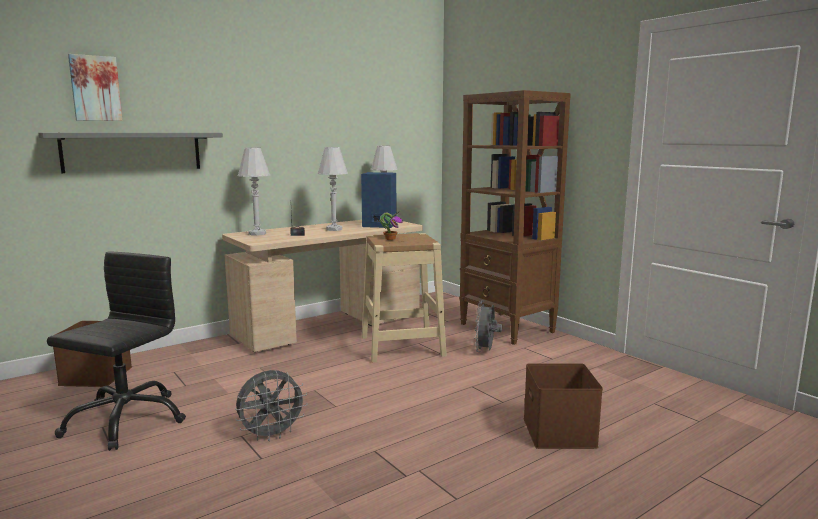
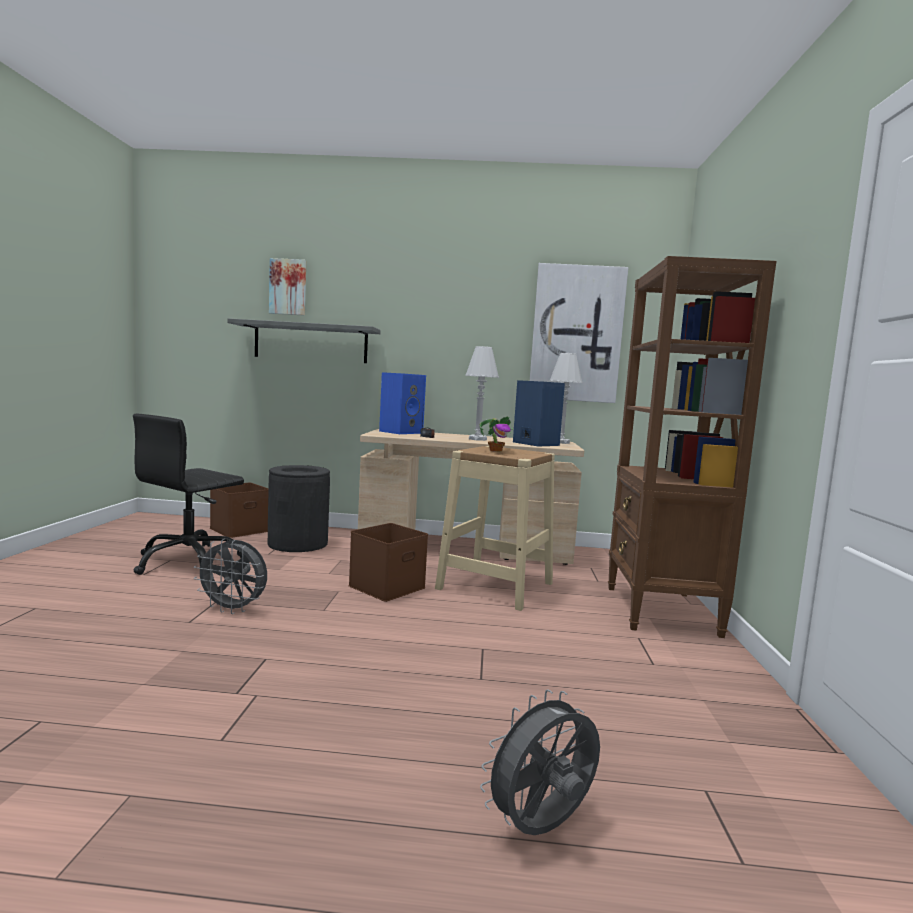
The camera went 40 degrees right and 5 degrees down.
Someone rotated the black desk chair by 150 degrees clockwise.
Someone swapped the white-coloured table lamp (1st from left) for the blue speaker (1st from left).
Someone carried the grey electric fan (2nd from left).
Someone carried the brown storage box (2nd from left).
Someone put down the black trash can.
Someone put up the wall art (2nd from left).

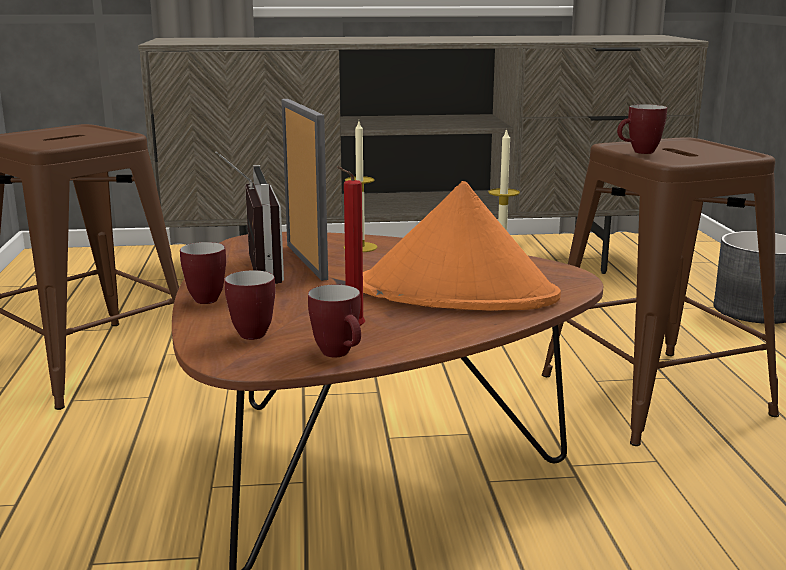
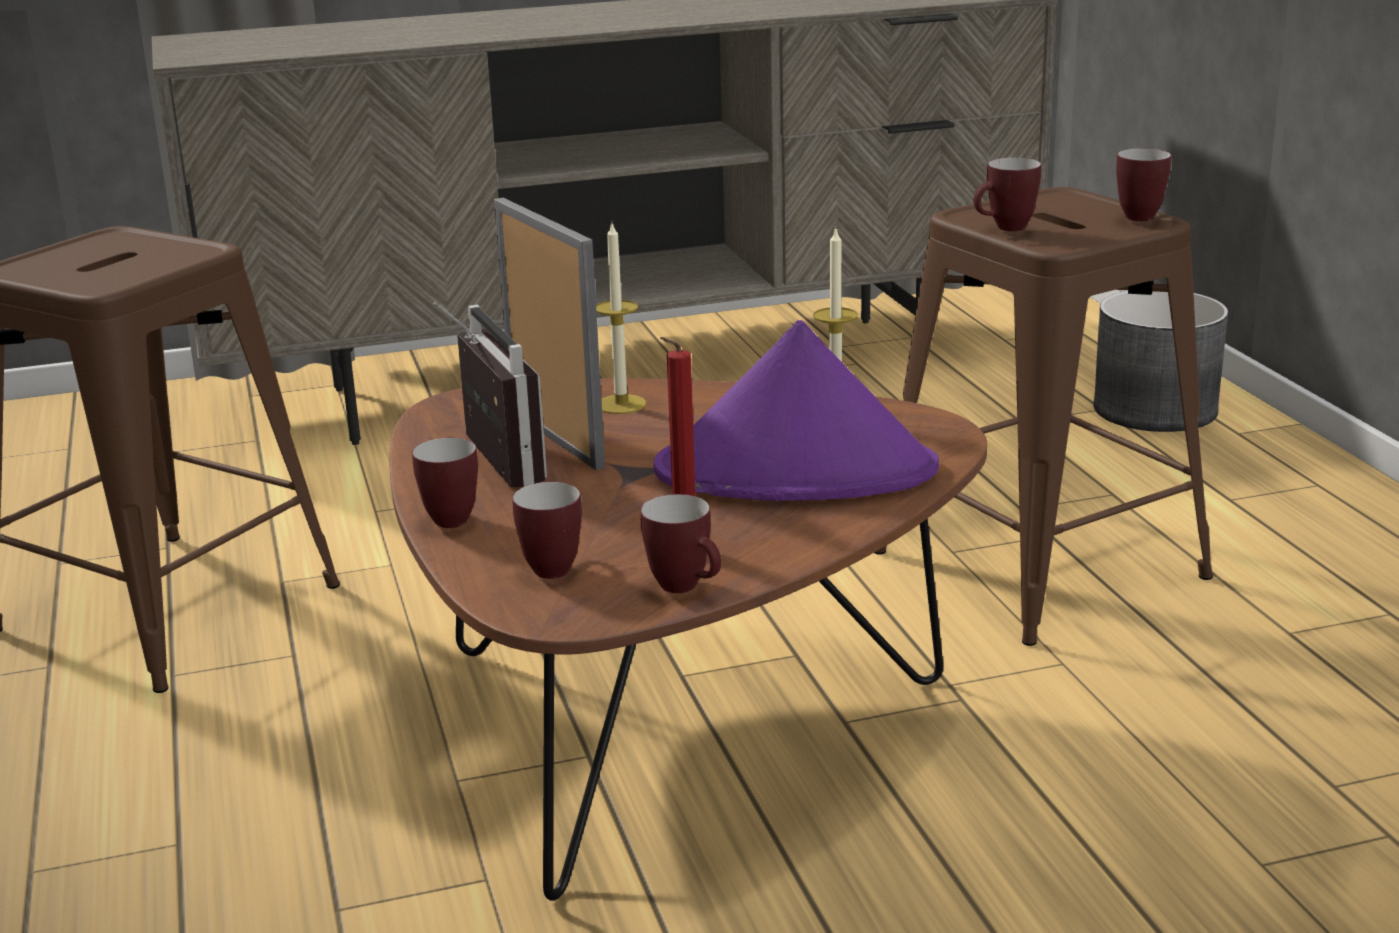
The camera went 10 degrees left and 5 degrees up.
Someone repainted the orange-coloured wearable hat, which became the purple wearable hat.
Someone put down the coffee mug (5th from left).

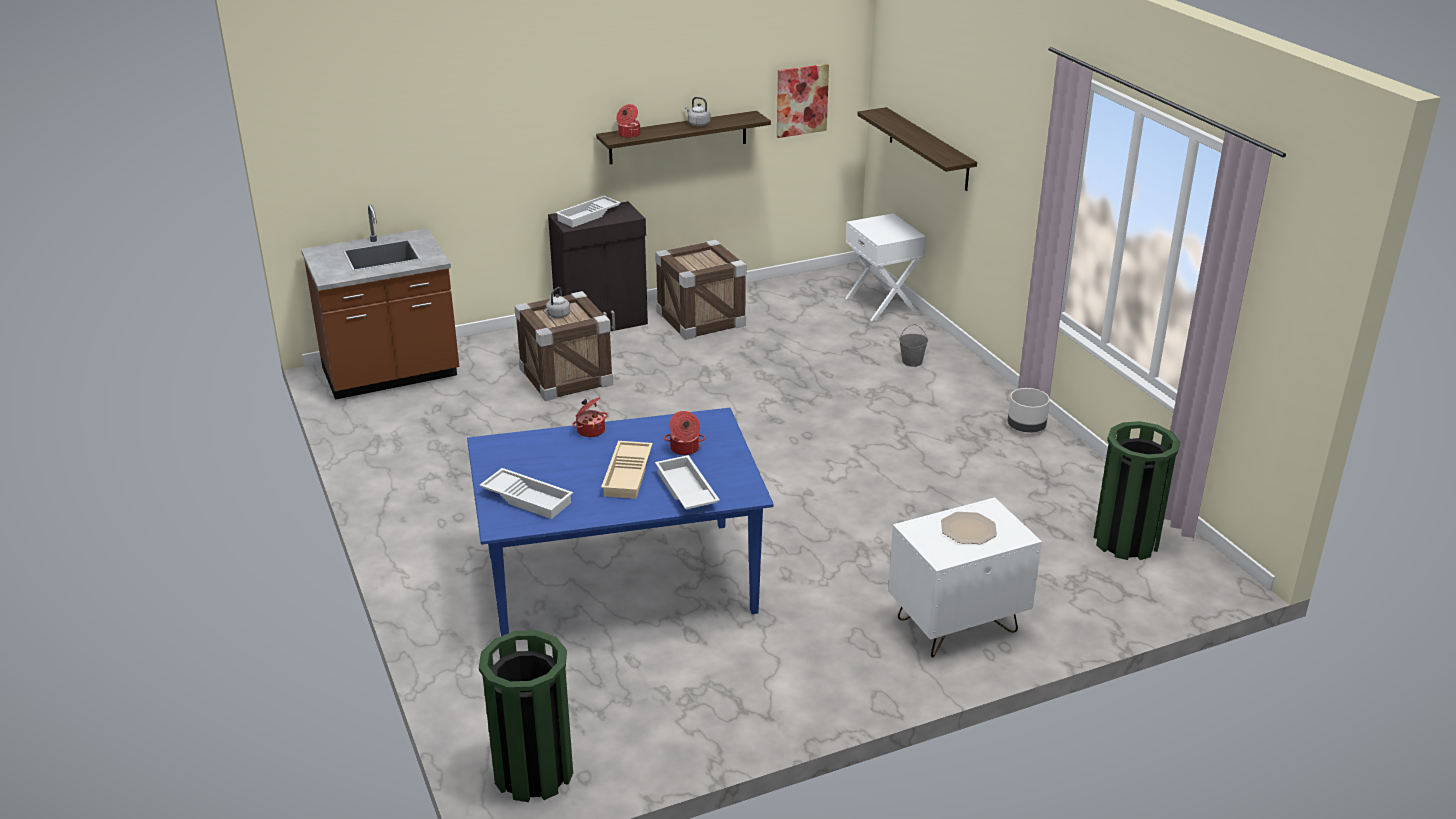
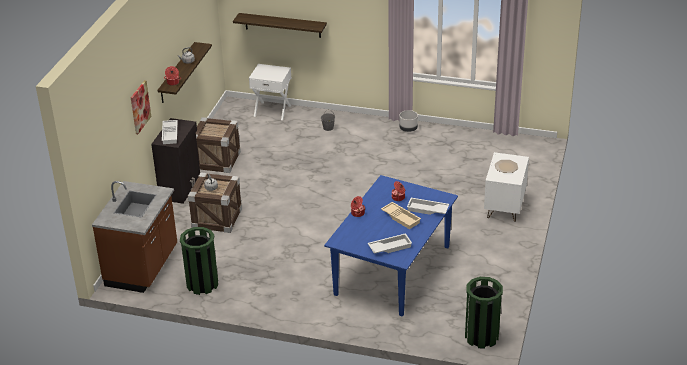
The camera went 50 degrees left and 5 degrees up.
Someone carried the wall art.
Someone carried the green-coloured trash can (2nd from left in the first image).

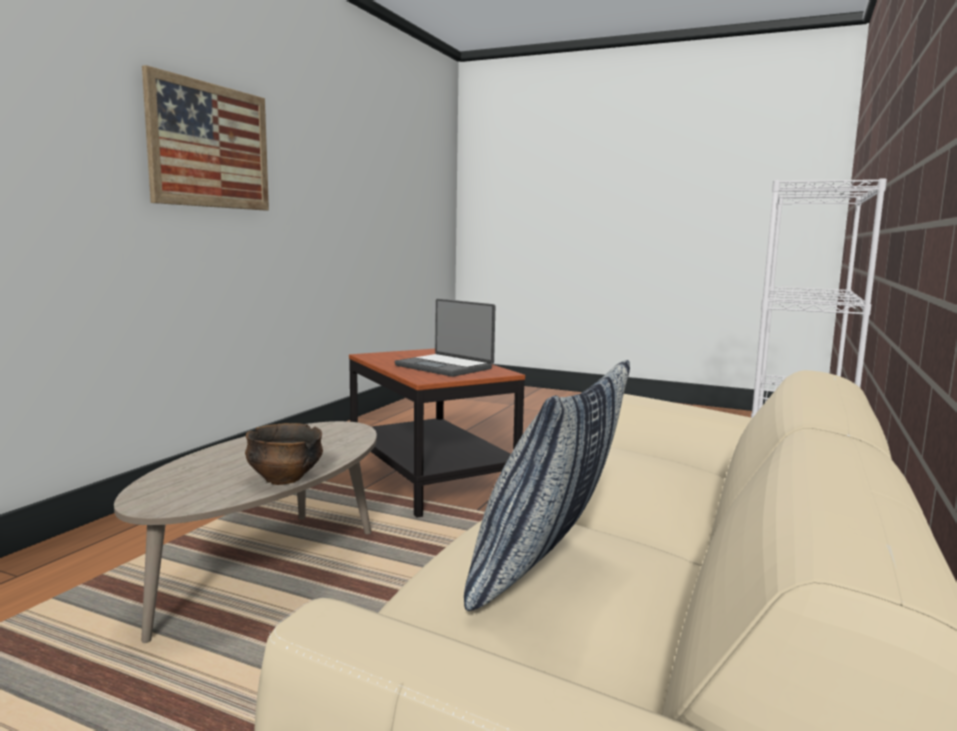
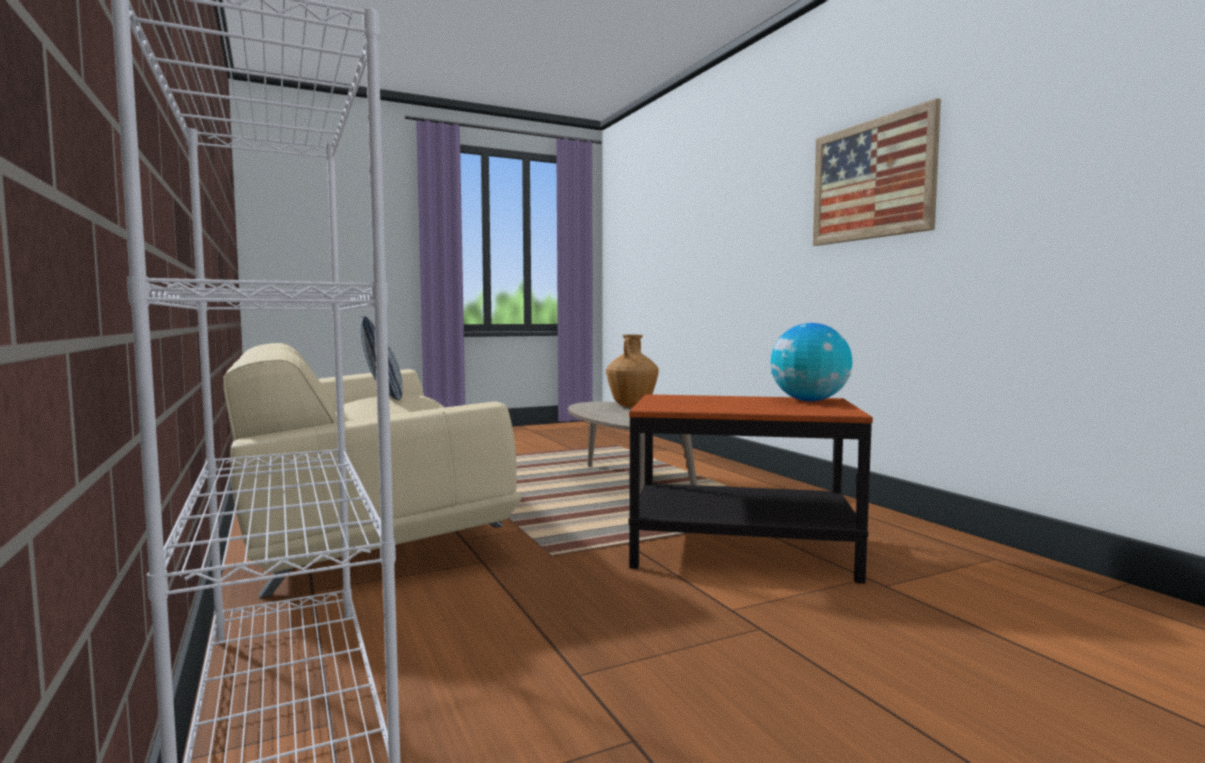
The camera went 130 degrees right and 5 degrees down.
Someone took away the deep dish.
Someone took away the notebook computer.
Someone put down the brown flower vase.
Someone put down the globe.

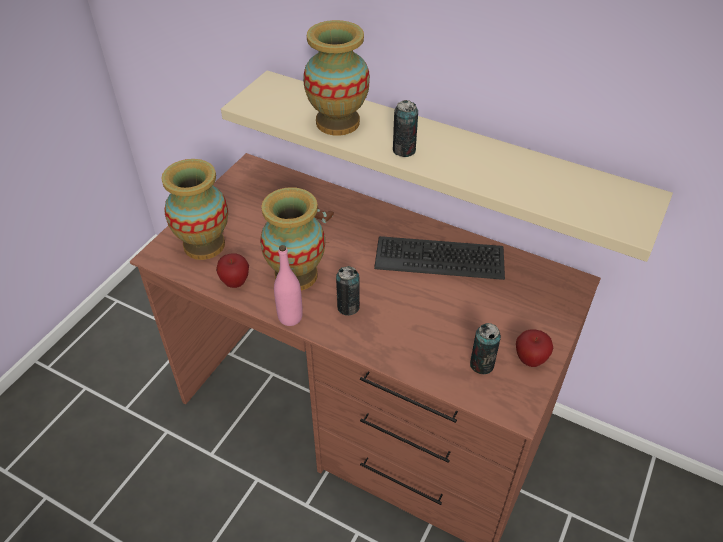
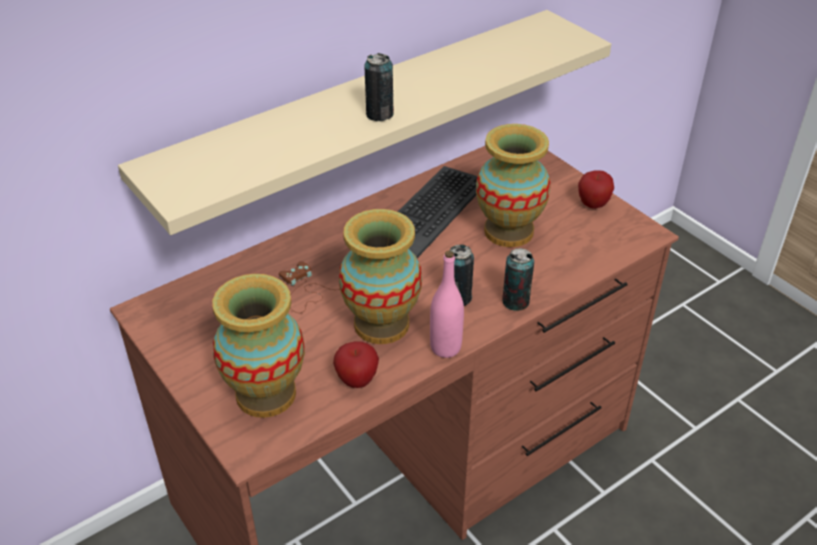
The camera went 65 degrees left and 5 degrees down.
Someone carried the flower vase (3rd from left).
Someone carried the sealed can (3rd from left).

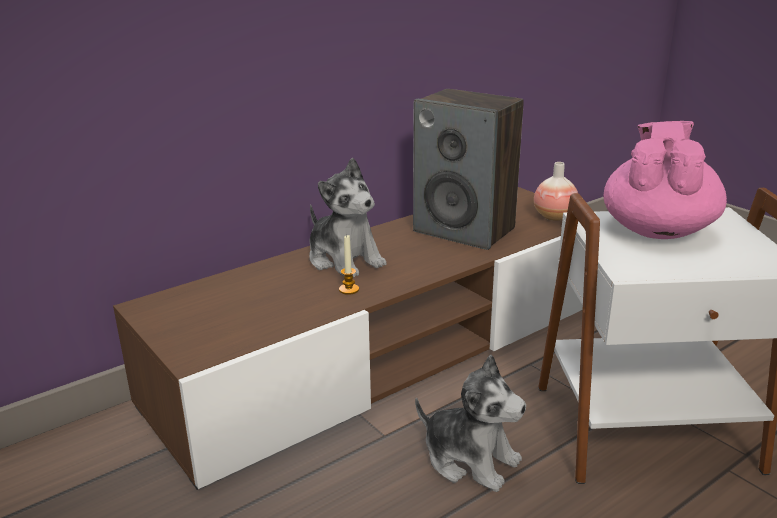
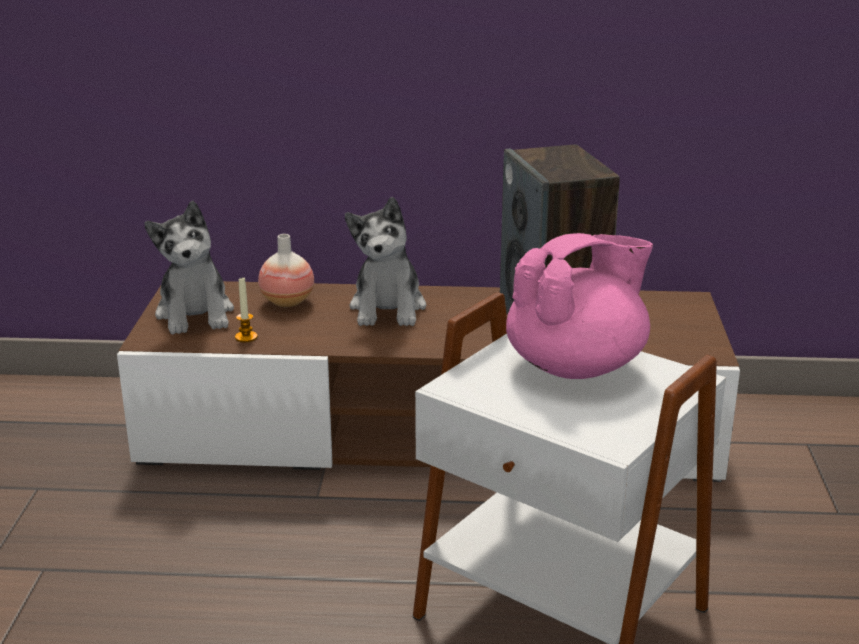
The camera went 40 degrees right and 0 degrees up.
Someone carried the wax candle.
Someone carried the plush toy (2nd from left in the first image).
Someone carried the flower vase.

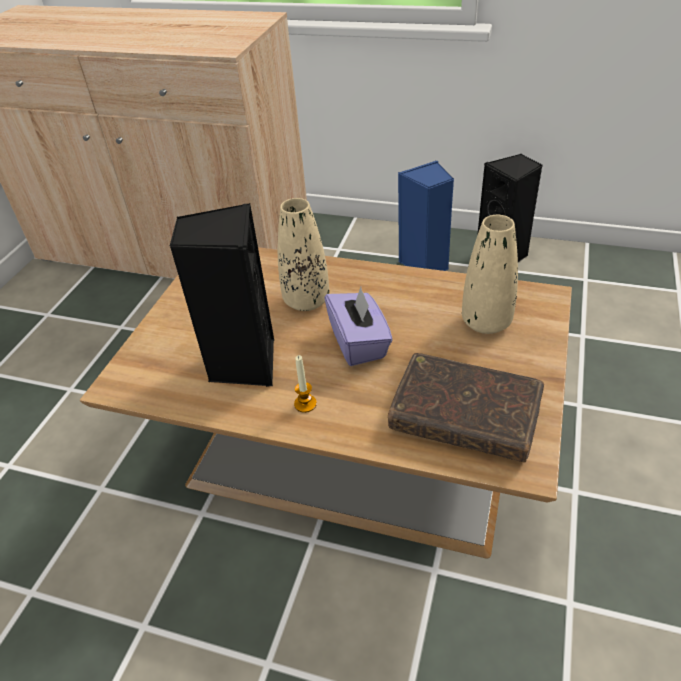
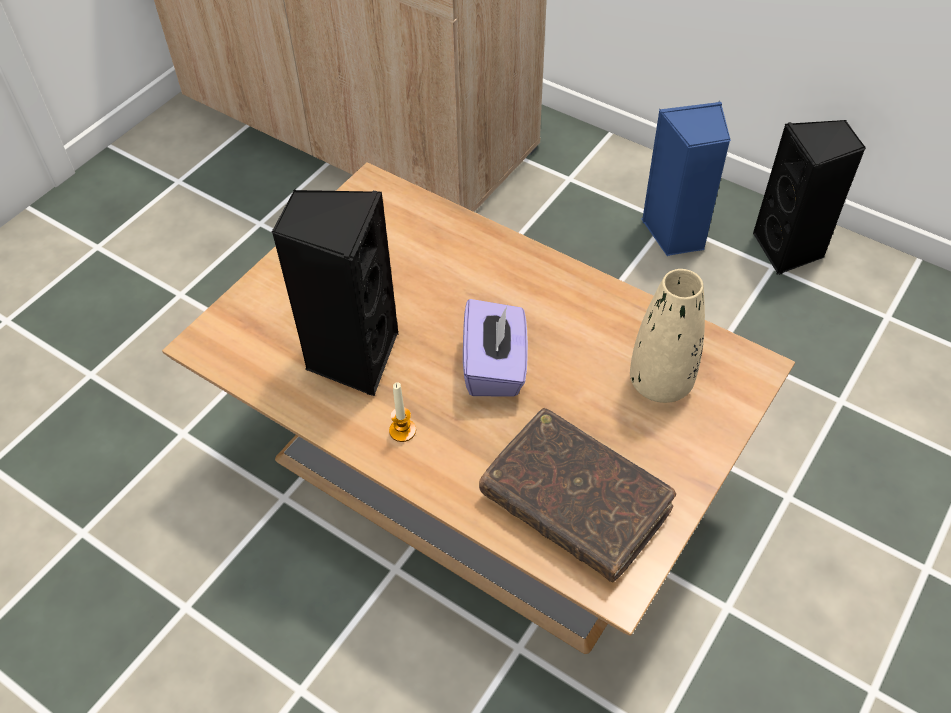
The camera went 15 degrees right and 10 degrees up.
Someone took away the sand-coloured flower vase (1st from left).

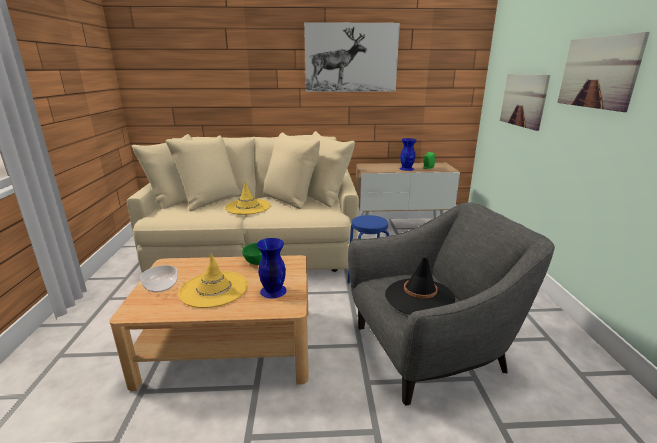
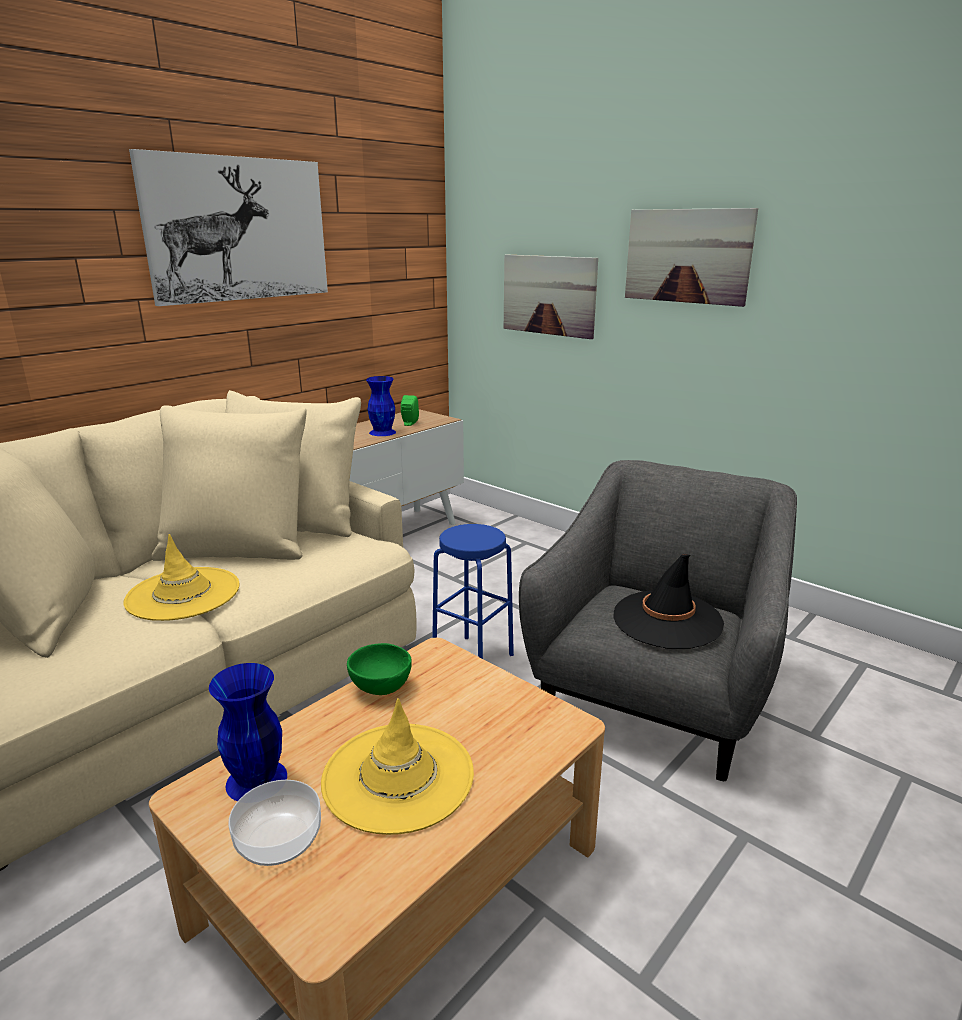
The camera went 45 degrees left and 0 degrees up.
Someone carried the blue flower vase (1st from left).

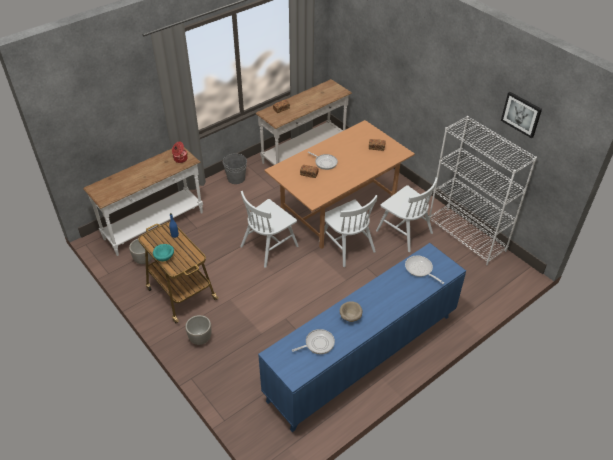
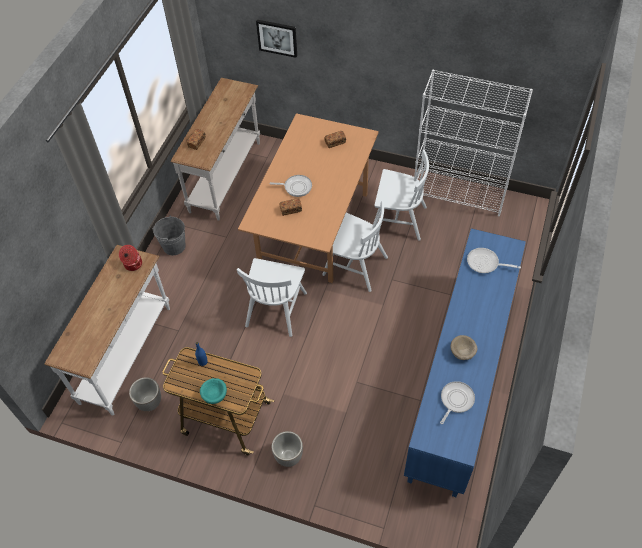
The camera went 30 degrees left and 10 degrees up.
Someone carried the wall art.

